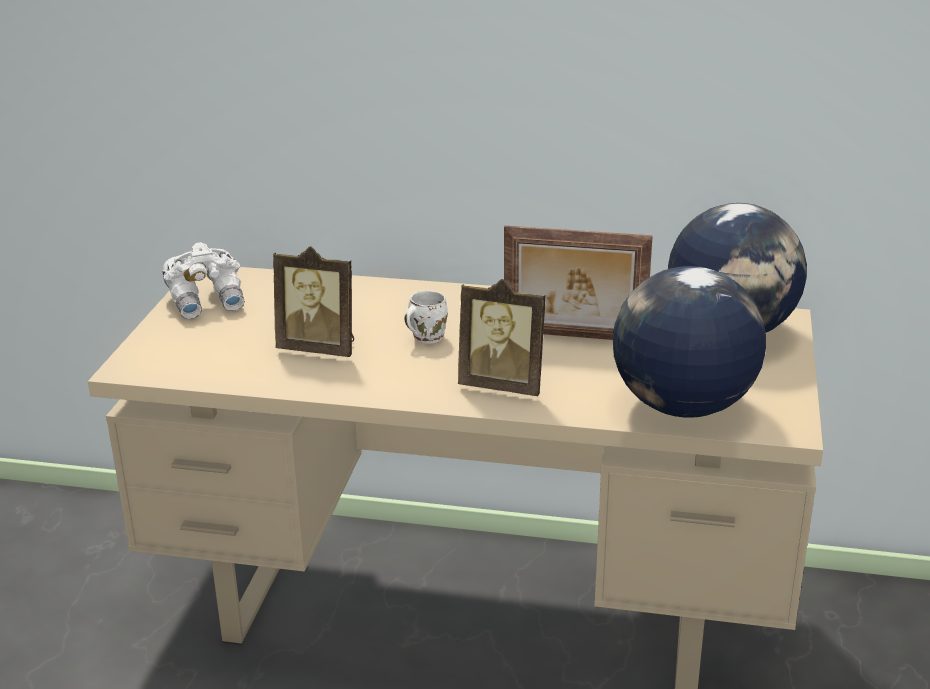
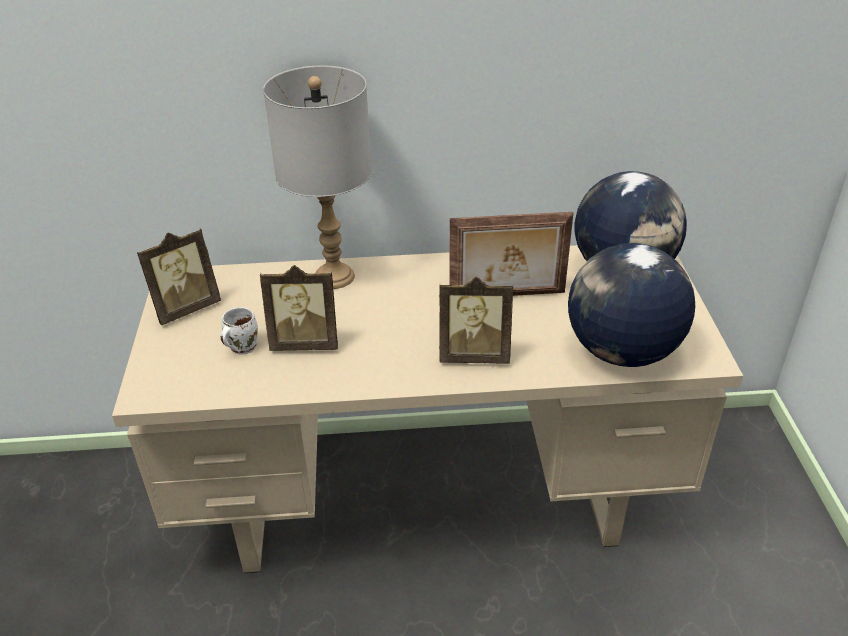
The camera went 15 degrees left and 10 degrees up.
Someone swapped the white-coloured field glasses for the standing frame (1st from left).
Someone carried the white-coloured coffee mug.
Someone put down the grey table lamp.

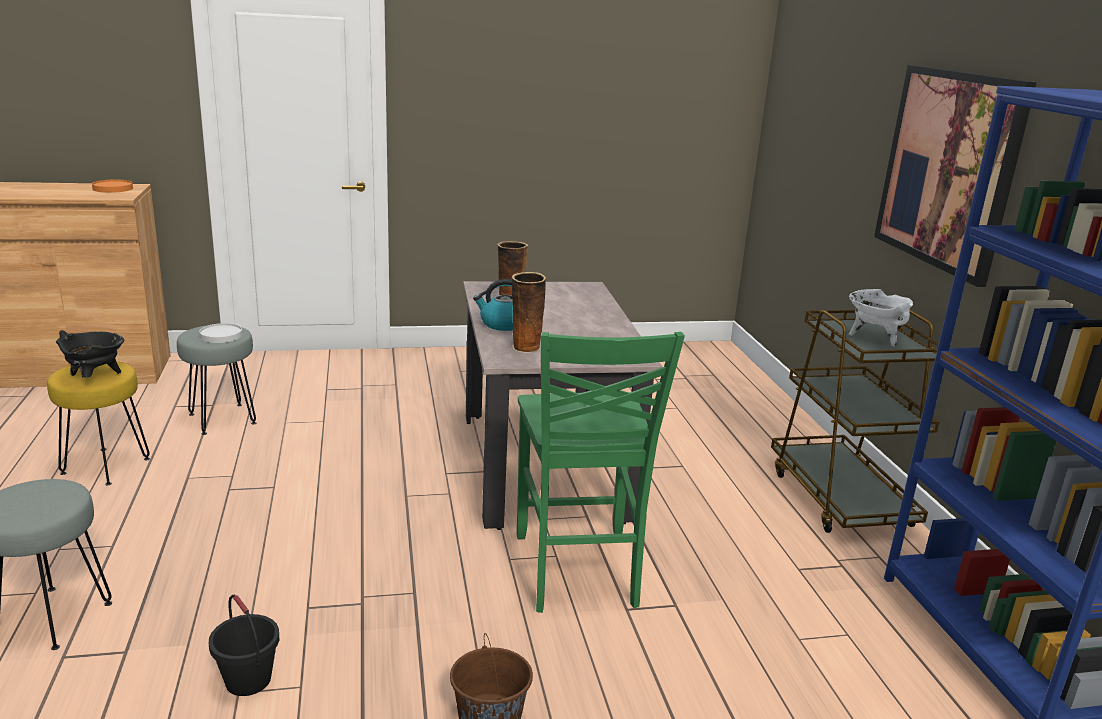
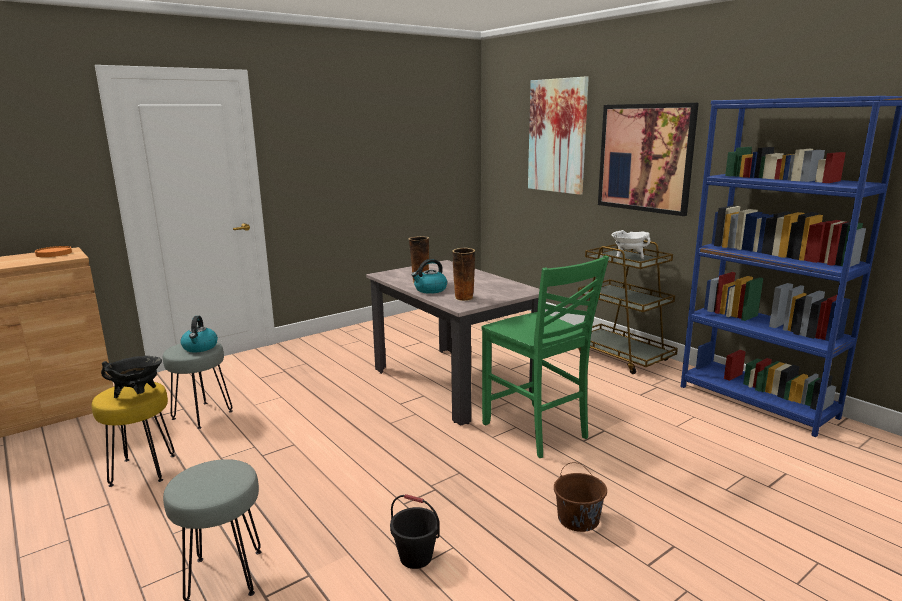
The camera went 25 degrees left and 5 degrees down.
Someone swapped the white-coloured plate for the tea kettle (1st from left).
Someone put up the wall art (1st from left).

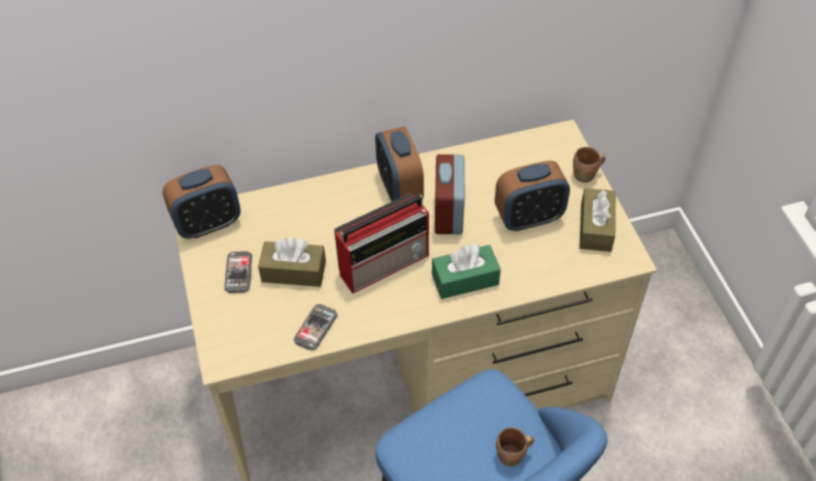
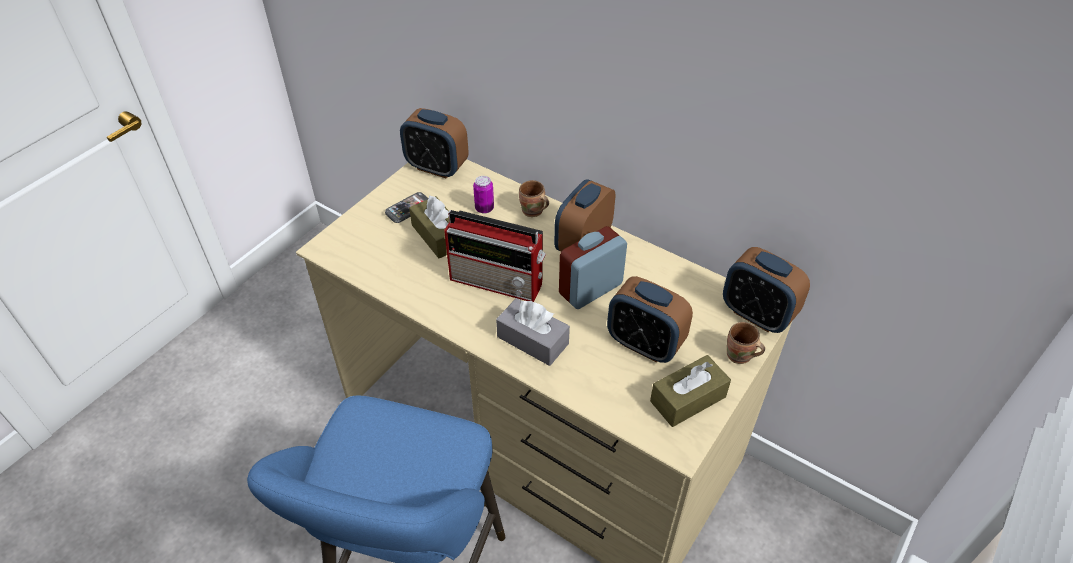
The camera went 50 degrees right and 5 degrees down.
Someone took away the phone (2nd from left).
Someone repainted the green-coloured tissue holder, which became the grey tissue holder.
Someone carried the brown coffee mug (1st from left).
Someone put down the sealed can.
Someone put down the bedside clock (5th from left).

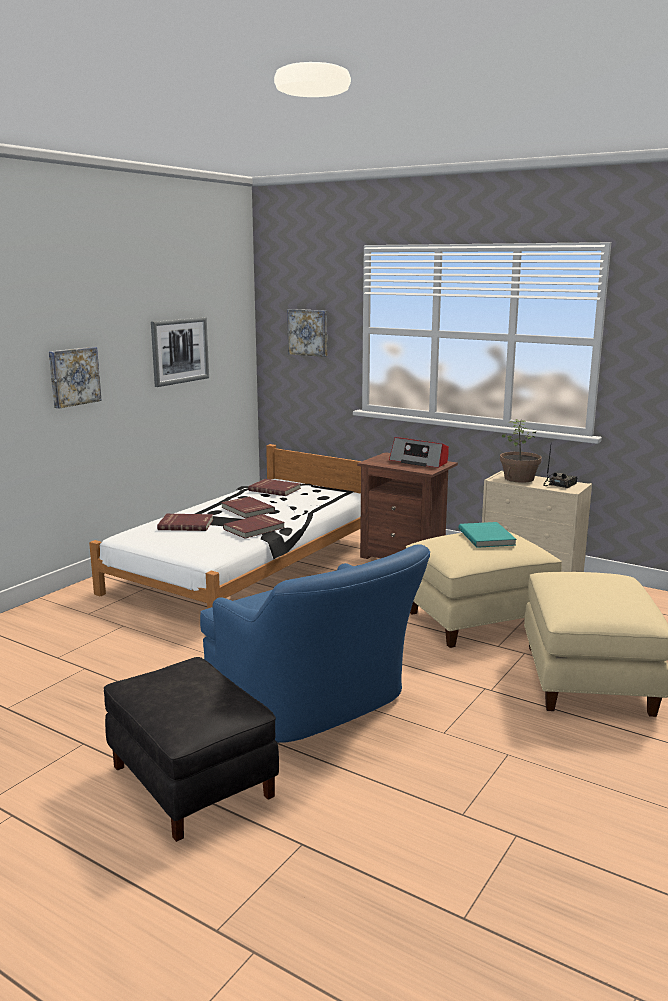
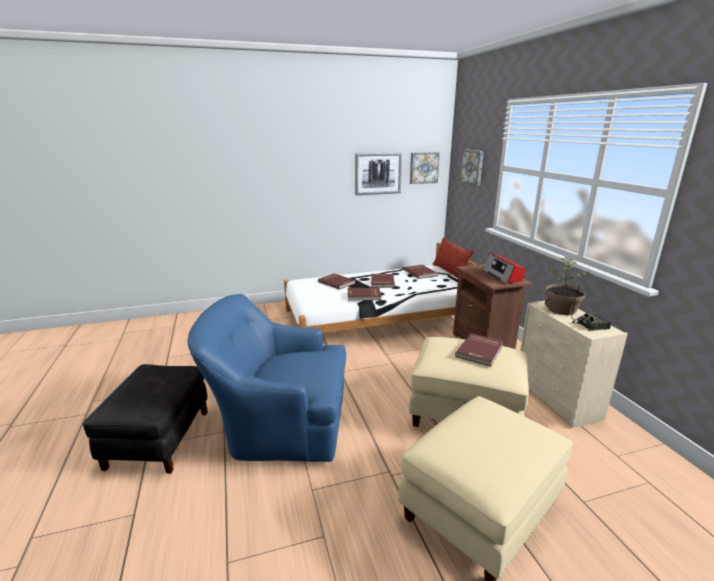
The camera went 40 degrees right and 5 degrees up.
Someone carried the wall art (1st from left in the first image).
Someone rotated the blue lounge chair by 90 degrees clockwise.
Someone repainted the turquoise-coloured volume, which became the reddish volume (5th from left).
Someone put down the throw pillow.

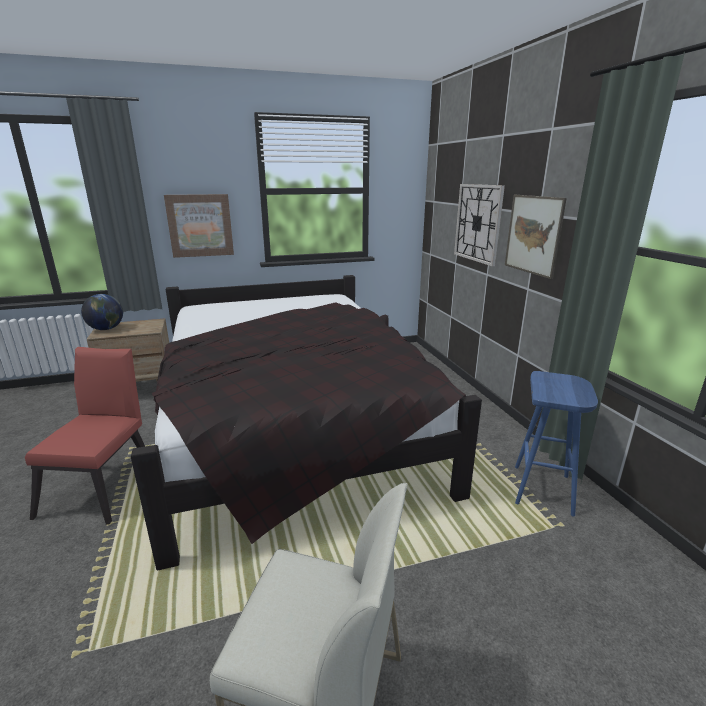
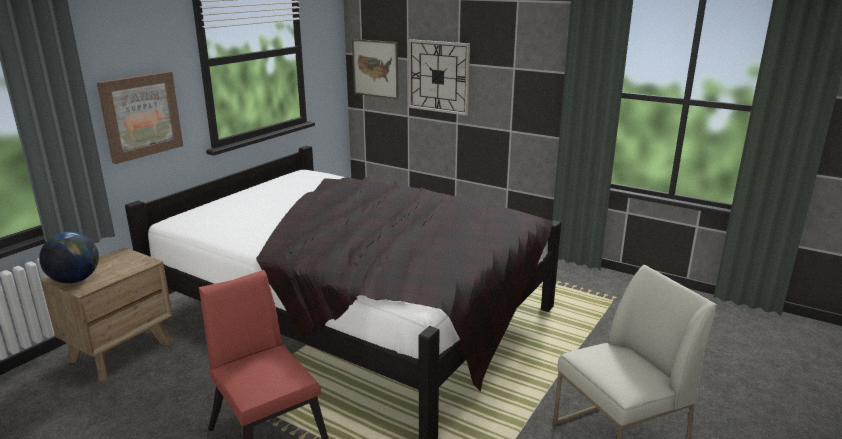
The camera went 40 degrees left and 0 degrees up.
Someone carried the wall art (2nd from left).
Someone took away the blue stool.

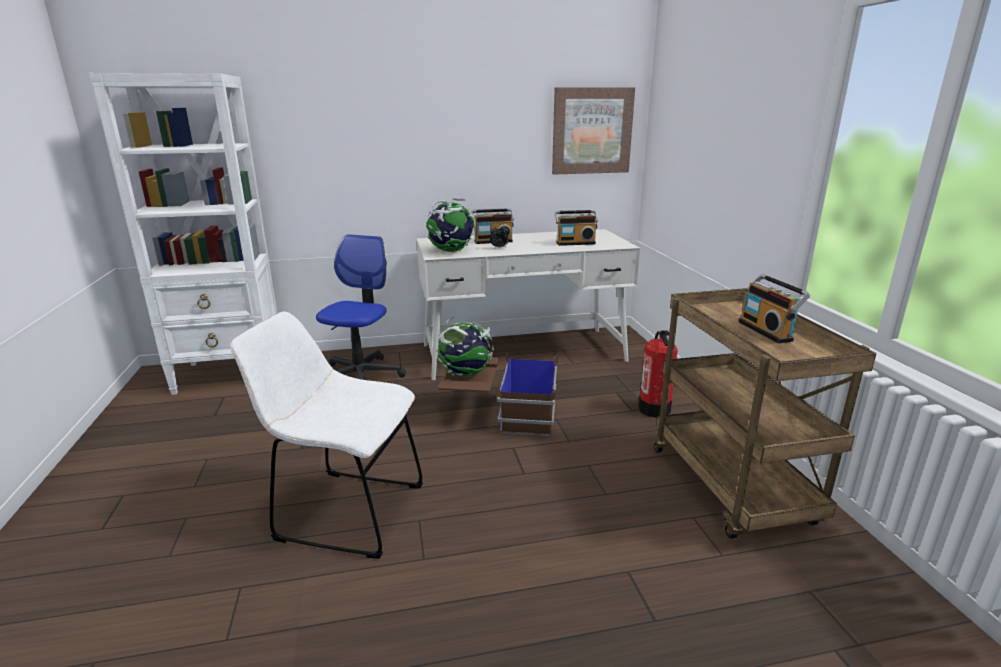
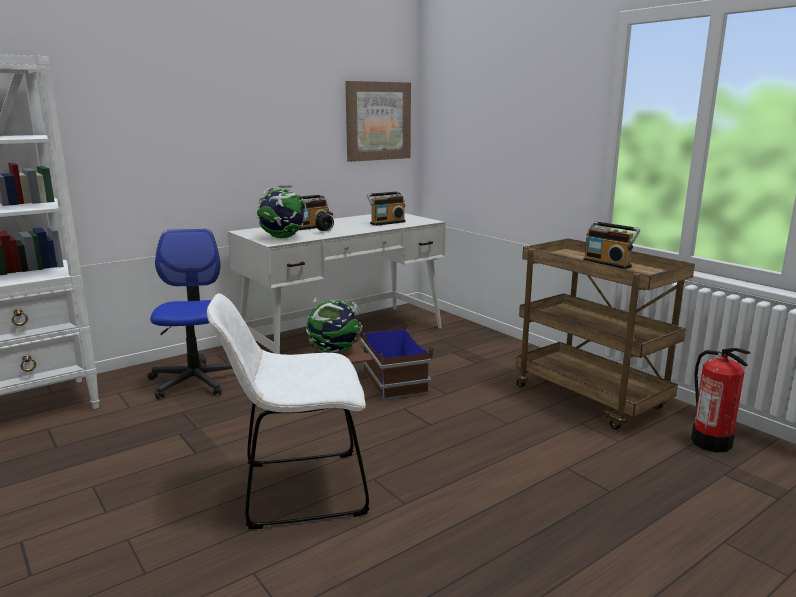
The camera went 25 degrees left and 5 degrees down.
Someone carried the fire-fighting cylinder.

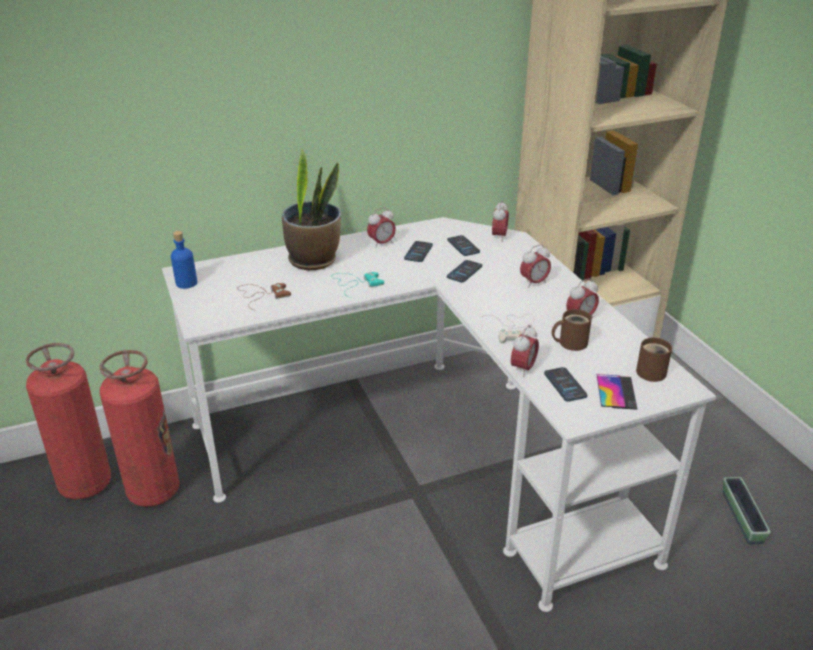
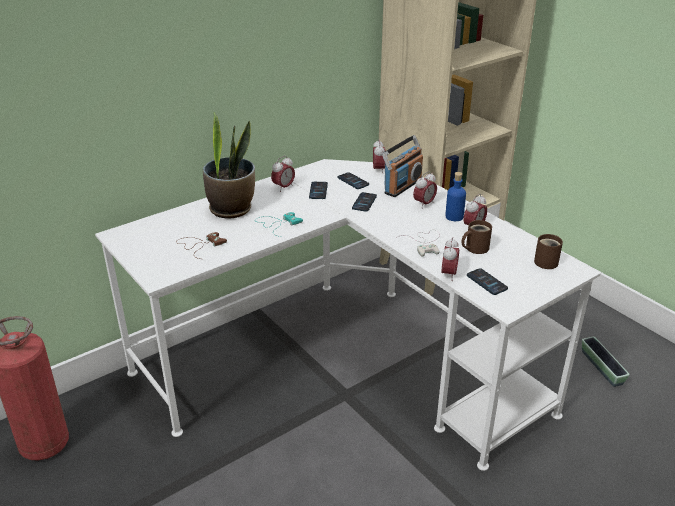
The camera went 15 degrees left and 0 degrees up.
Someone took away the fire-fighting cylinder (2nd from left).
Someone carried the blue beverage bottle.
Someone took away the phone (5th from left).
Someone put down the radio set.

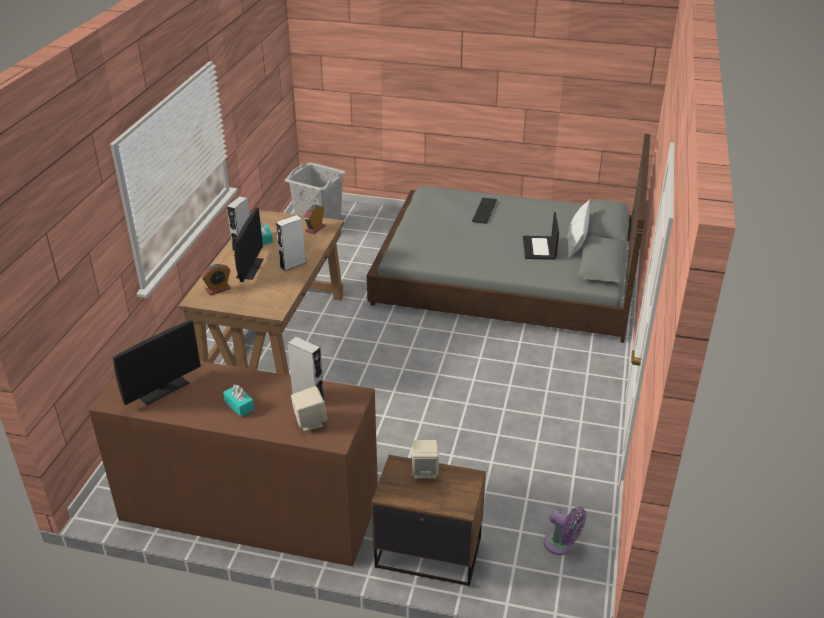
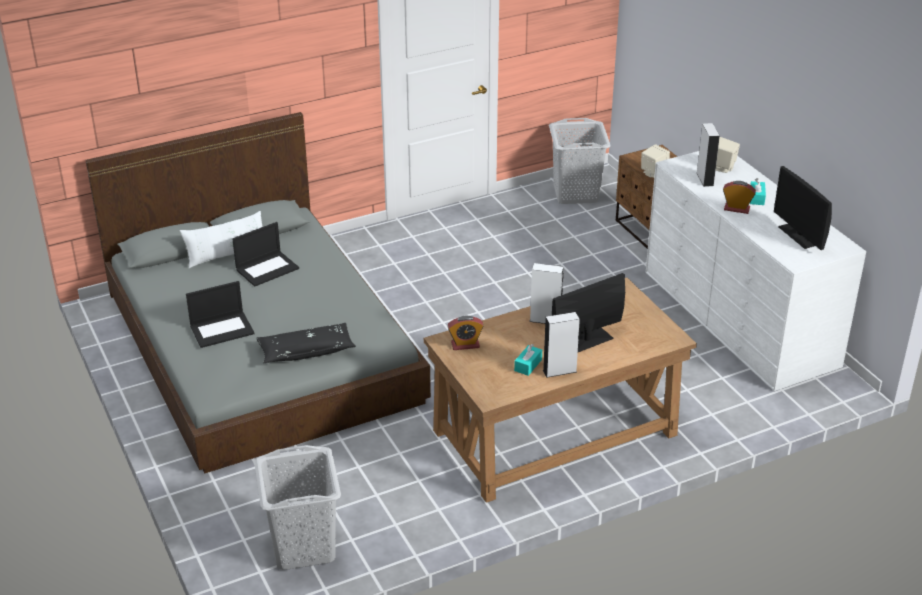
The camera went 130 degrees left and 0 degrees up.
Someone repainted the brown chest of drawers, which became the white-coloured chest of drawers.
Someone rotated the computer display (1st from left in the first image) by 120 degrees counterclockwise.
Someone carried the bedside clock (1st from left in the first image).
Someone swapped the keyboard for the notebook computer (1st from left).
Someone swapped the purple electric fan for the grey washing basket (2nd from left).
Someone put down the black throw pillow.

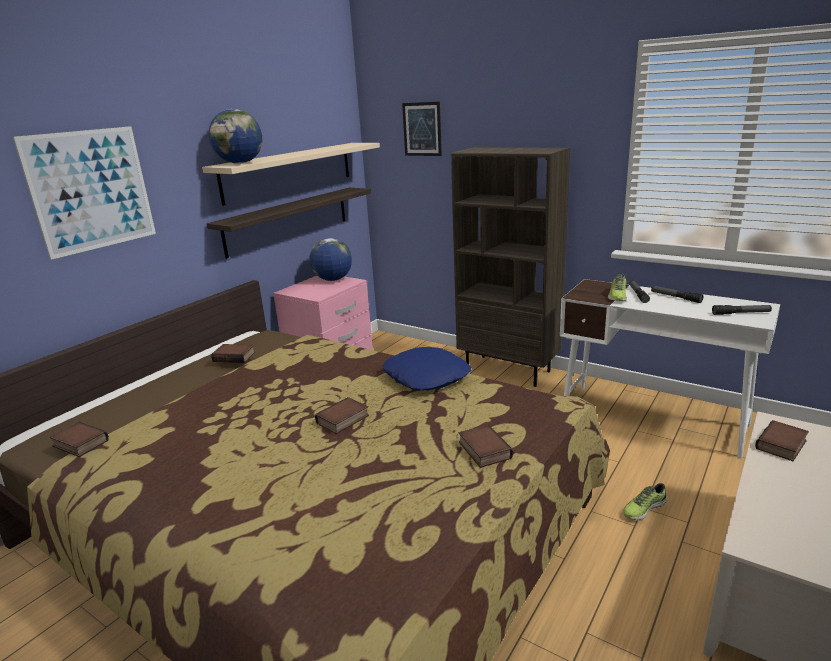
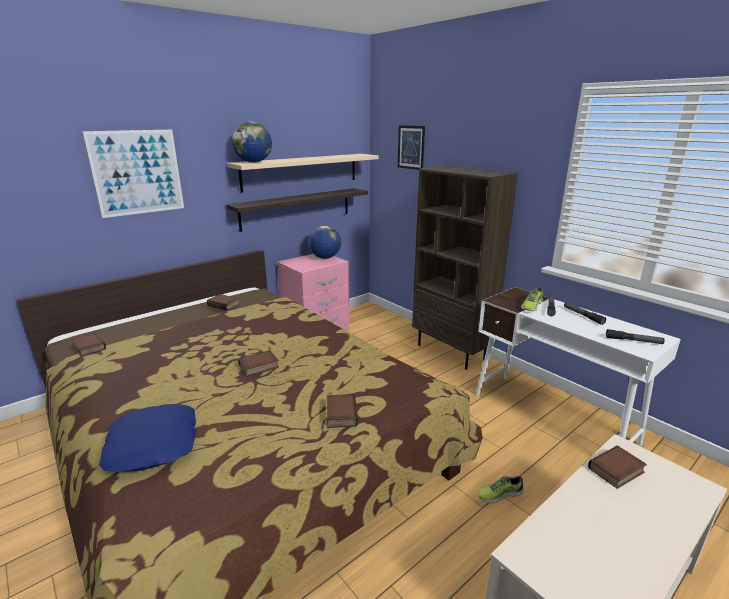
The camera went 15 degrees right and 0 degrees up.
Someone carried the blue throw pillow.

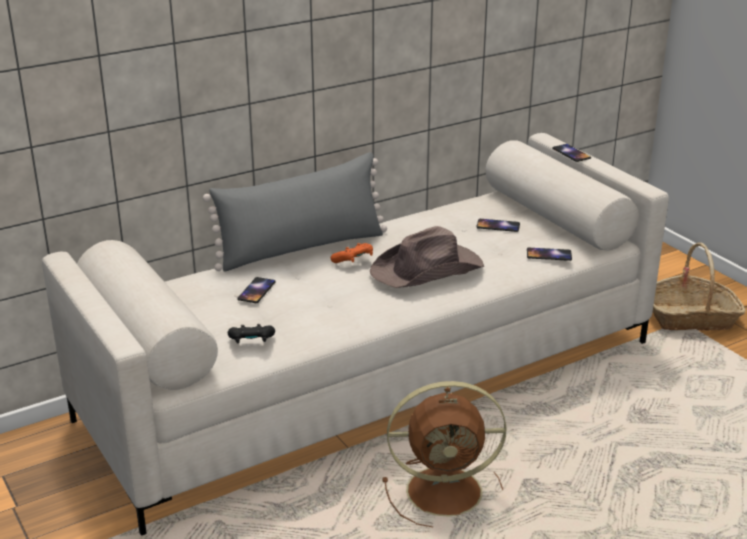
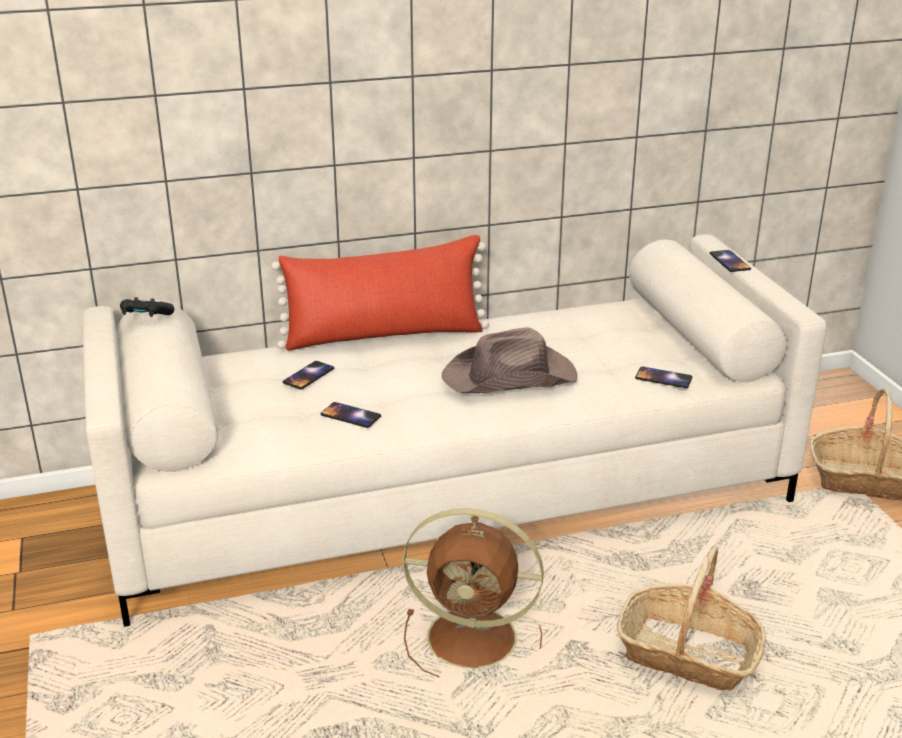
The camera went 15 degrees right and 0 degrees up.
Someone repainted the grey throw pillow, which became the reddish throw pillow.
Someone carried the black joypad.
Someone took away the orange-coloured joypad.
Someone carried the phone (2nd from left).
Someone put down the storage basket (1st from left).

